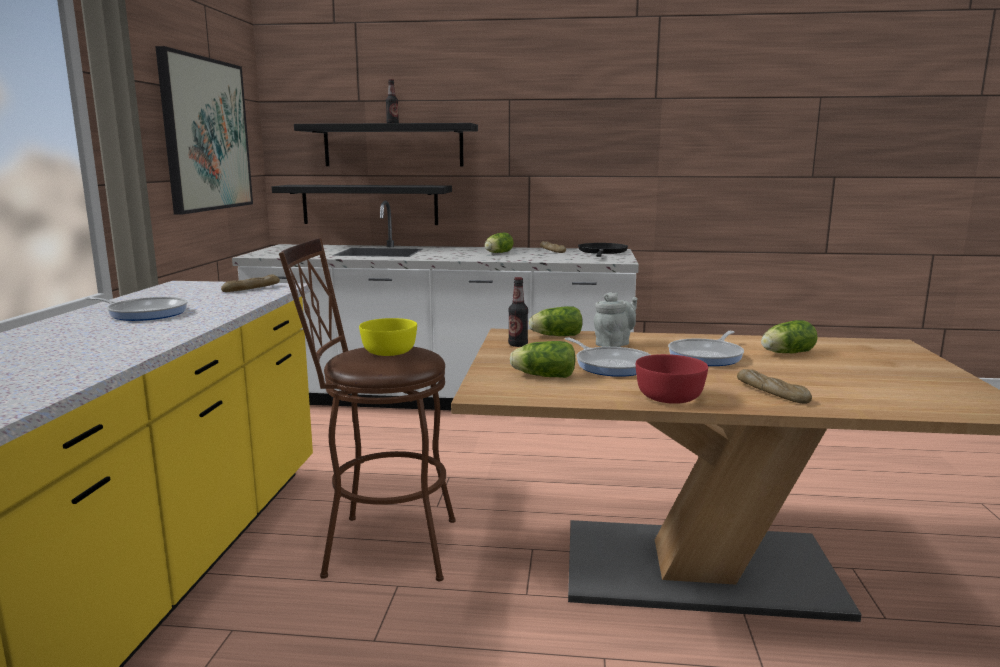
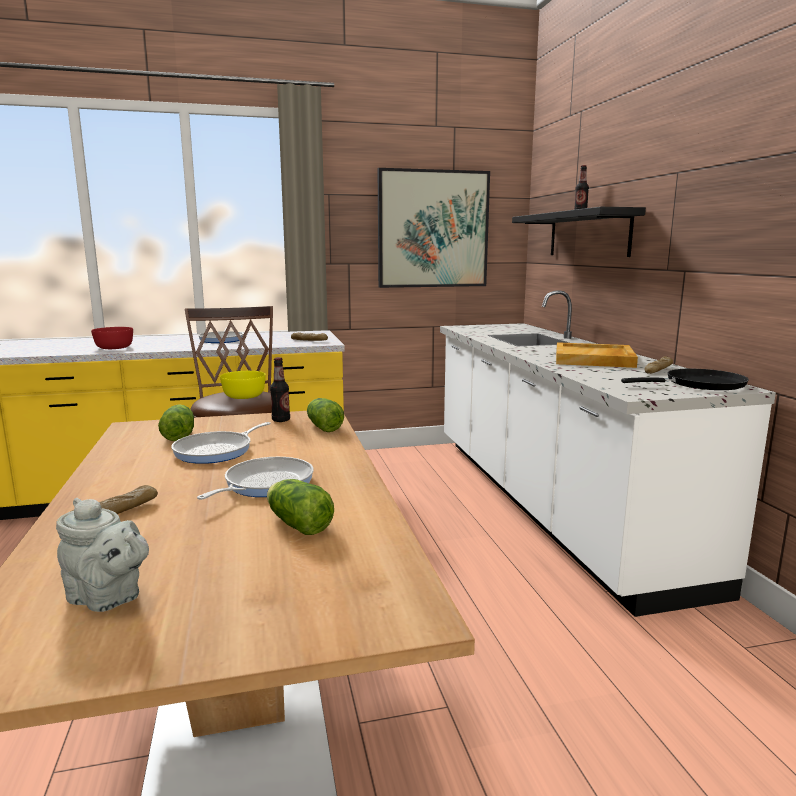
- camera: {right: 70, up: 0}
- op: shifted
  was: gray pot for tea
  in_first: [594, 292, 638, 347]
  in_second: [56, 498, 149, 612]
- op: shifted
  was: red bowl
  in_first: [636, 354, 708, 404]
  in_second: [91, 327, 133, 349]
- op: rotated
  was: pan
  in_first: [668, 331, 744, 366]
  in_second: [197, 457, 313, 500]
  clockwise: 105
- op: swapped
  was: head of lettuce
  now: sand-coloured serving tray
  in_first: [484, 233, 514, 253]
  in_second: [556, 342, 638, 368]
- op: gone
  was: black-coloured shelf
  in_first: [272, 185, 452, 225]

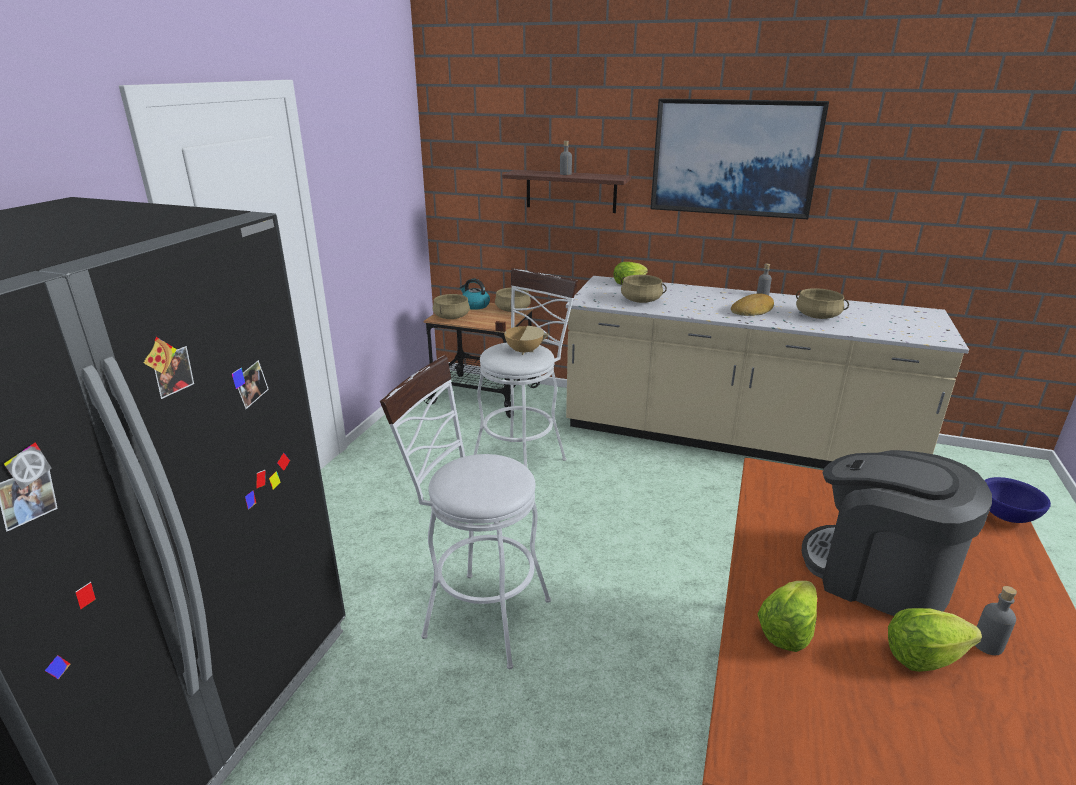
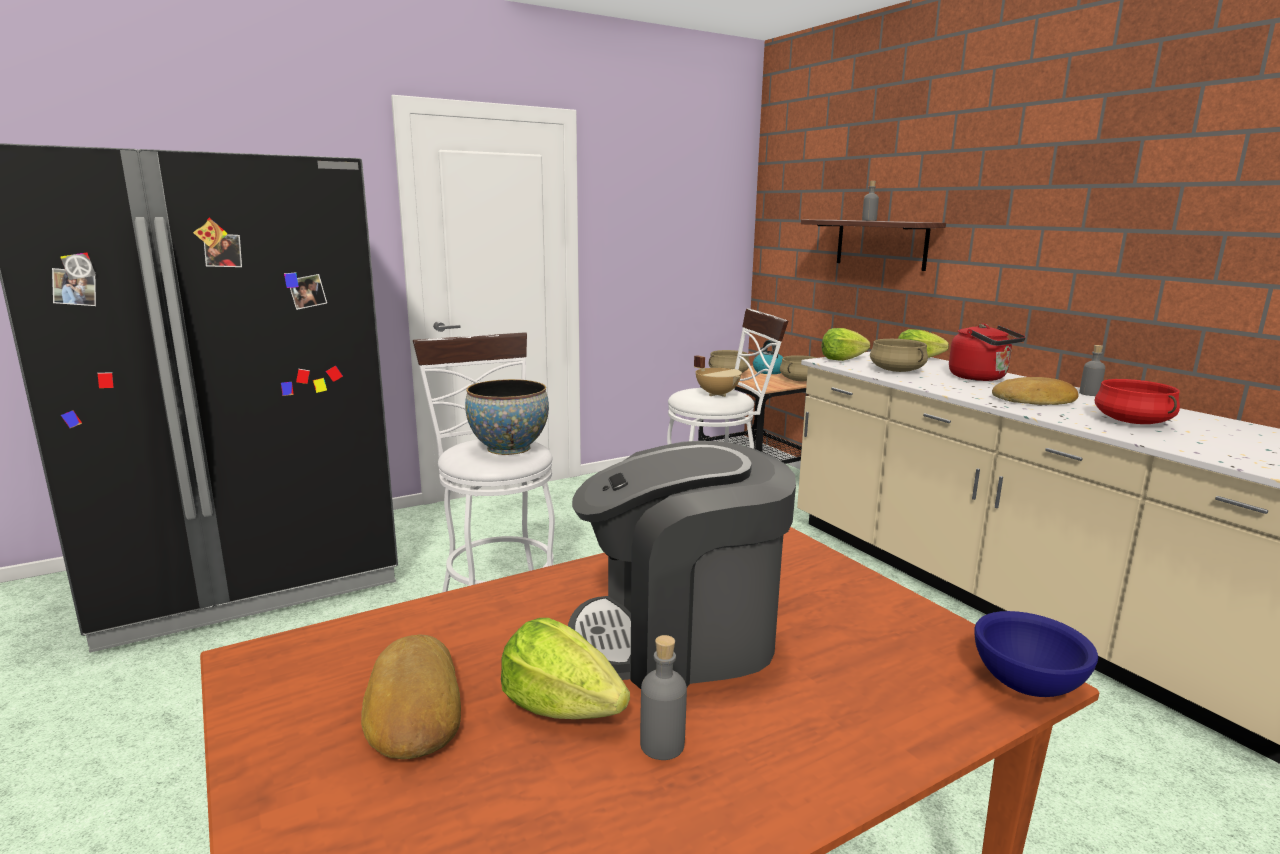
- camera: {right: 40, up: -10}
- op: new
  now: bakery bread
  in_second: [361, 635, 461, 759]
- op: new
  now: bowl
  in_second: [465, 379, 549, 455]
- op: rotated
  was: coffee brewer
  in_first: [802, 450, 992, 616]
  in_second: [568, 441, 796, 689]
  clockwise: -90
- op: shifted
  was: head of lettuce
  in_first: [757, 581, 817, 652]
  in_second: [822, 328, 870, 361]
- op: new
  now: red kettle
  in_second: [949, 324, 1026, 381]
- op: repainted
  was: sand-coloured cooking pot
  now: red cooking pot
  in_first: [796, 288, 849, 319]
  in_second: [1095, 379, 1180, 424]
- op: gone
  was: wall art
  in_first: [650, 98, 829, 219]

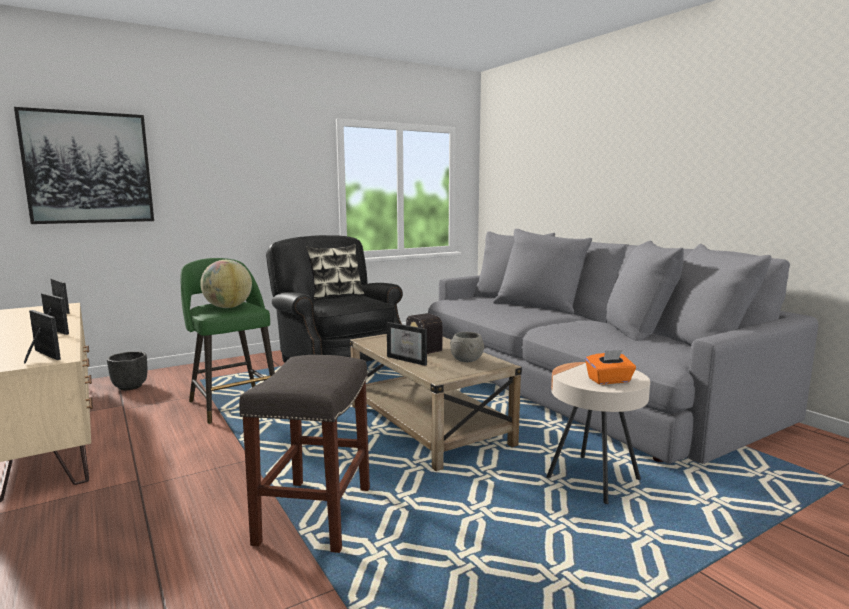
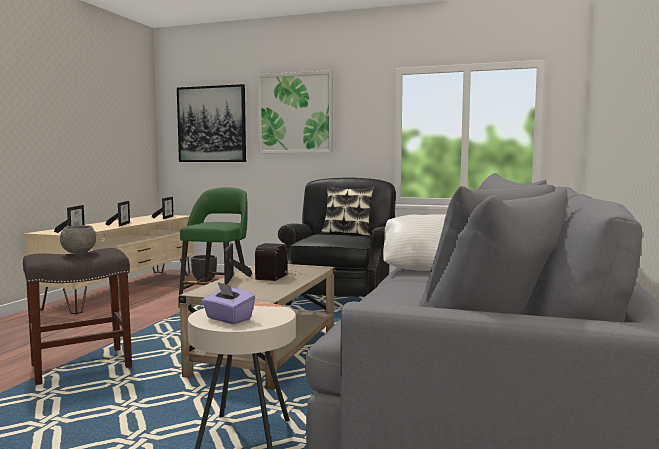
- camera: {right: 50, up: -5}
- op: shifted
  was: gray bowl
  in_first: [450, 332, 484, 362]
  in_second: [60, 225, 97, 254]
- op: repainted
  was: orangey tissue box
  now: purple tissue box
  in_first: [585, 350, 636, 385]
  in_second: [202, 282, 255, 324]
- op: new
  now: wall art
  in_second: [258, 70, 333, 153]
- op: new
  now: white-coloured pillow
  in_second: [383, 214, 446, 271]
- op: gone
  was: world globe
  in_first: [200, 260, 252, 308]

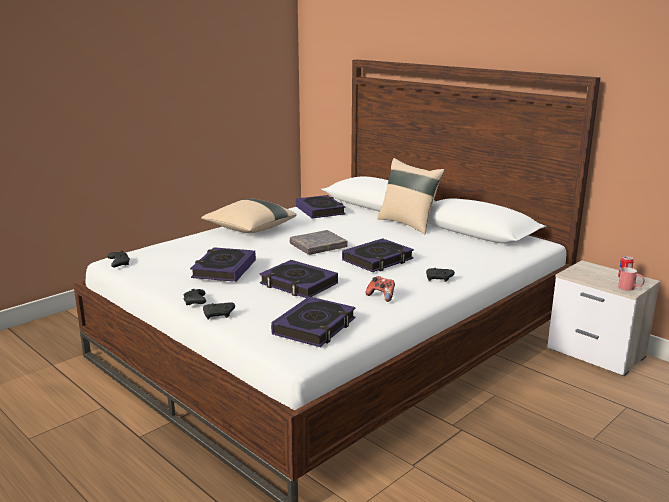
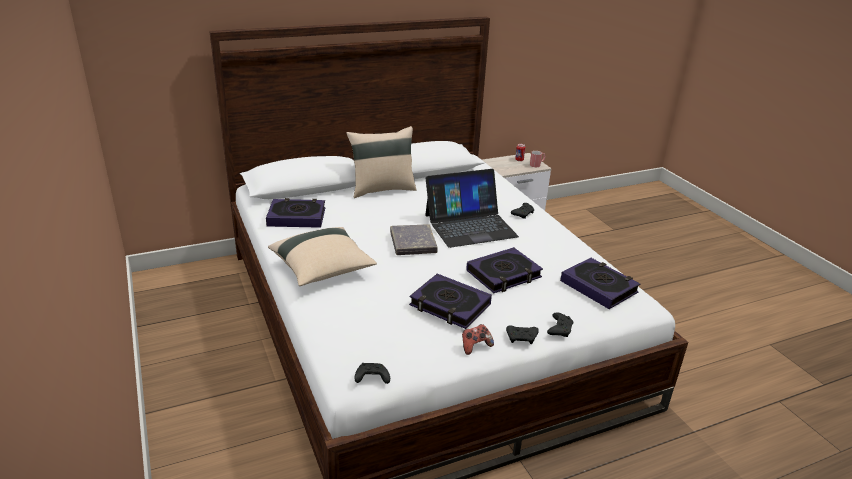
- camera: {right: -70, up: 10}
- op: swapped
  was: volume
  now: notebook computer
  in_first: [342, 238, 414, 272]
  in_second: [425, 169, 519, 248]
- op: shifted
  was: game controller
  in_first: [366, 276, 395, 302]
  in_second: [462, 324, 494, 355]

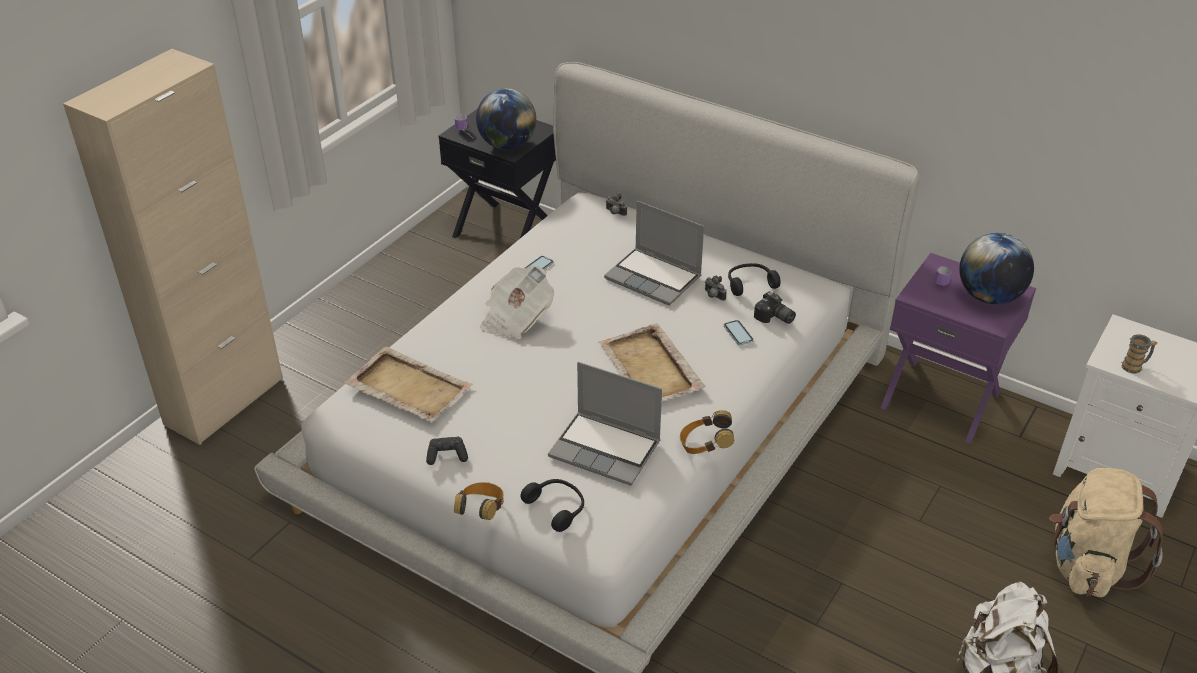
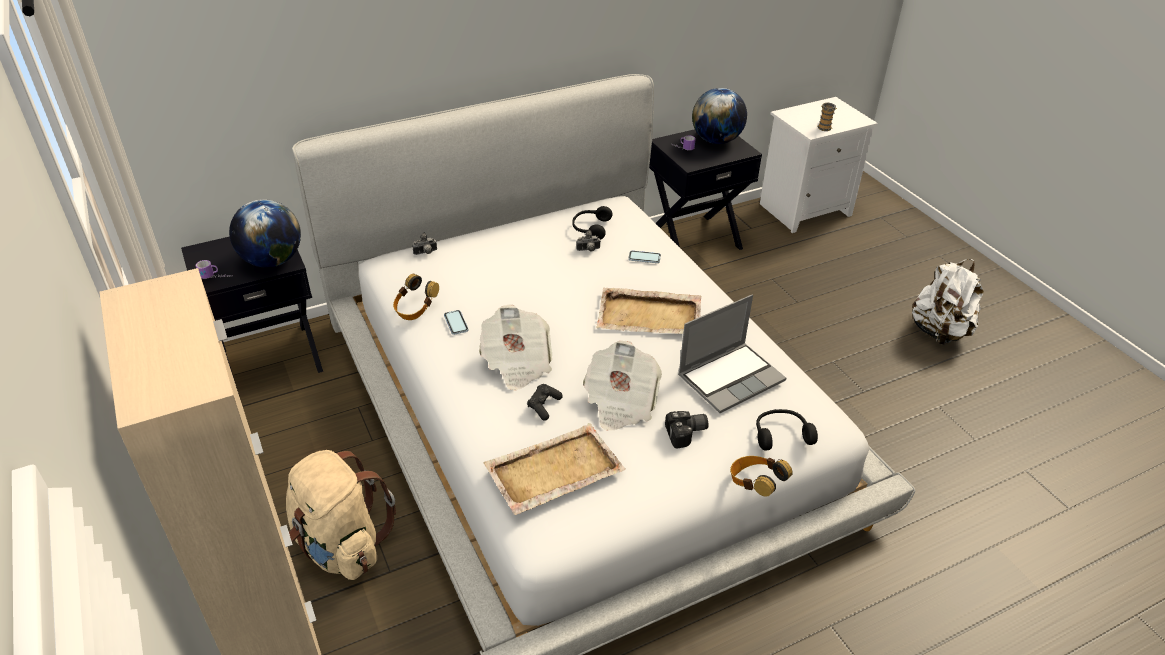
- camera: {right: -60, up: 0}
- op: shifted
  was: sand-coloured backpack
  in_first: [1049, 468, 1163, 597]
  in_second: [286, 450, 396, 580]
- op: shifted
  was: headphones
  in_first: [680, 410, 734, 454]
  in_second: [393, 274, 439, 320]
- op: shifted
  was: black-coloured game controller
  in_first: [426, 436, 468, 465]
  in_second: [527, 384, 563, 421]
- op: new
  now: printed paper
  in_second: [583, 341, 662, 431]
- op: repainted
  was: purple nightstand
  now: black-coloured nightstand
  in_first: [881, 253, 1036, 444]
  in_second: [649, 129, 762, 250]
- op: shifted
  was: photo camera
  in_first: [754, 291, 796, 324]
  in_second: [665, 411, 708, 448]
- op: gone
  was: notebook computer
  in_first: [604, 201, 704, 306]

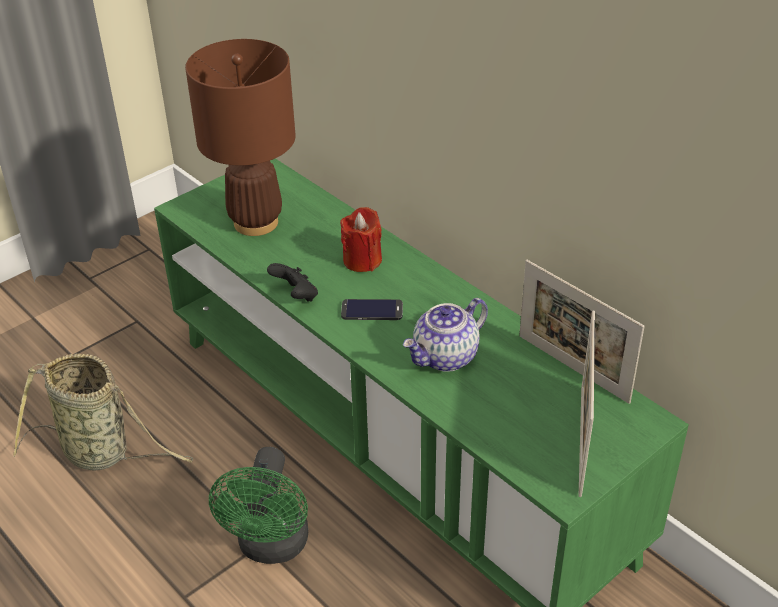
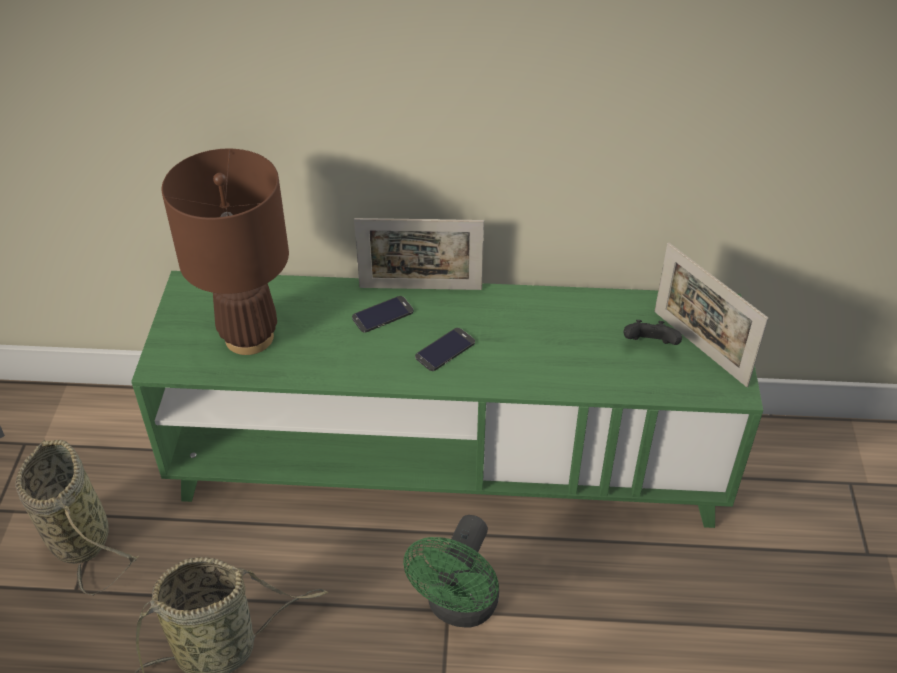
- camera: {right: -45, up: 5}
- op: new
  now: basket
  in_second: [15, 440, 139, 596]
- op: swapped
  was: red candle
  now: handset
  in_first: [340, 207, 382, 272]
  in_second: [352, 296, 413, 333]
- op: shifted
  was: picture frame
  in_first: [519, 260, 645, 404]
  in_second: [354, 218, 484, 290]
- op: rotated
  was: green-coloured fan
  in_first: [209, 447, 308, 564]
  in_second: [403, 515, 499, 627]
  clockwise: 60
- op: shifted
  was: black-coloured game controller
  in_first: [267, 263, 318, 302]
  in_second: [624, 320, 682, 345]
- op: gone
  was: pot for tea
  in_first: [403, 298, 488, 372]

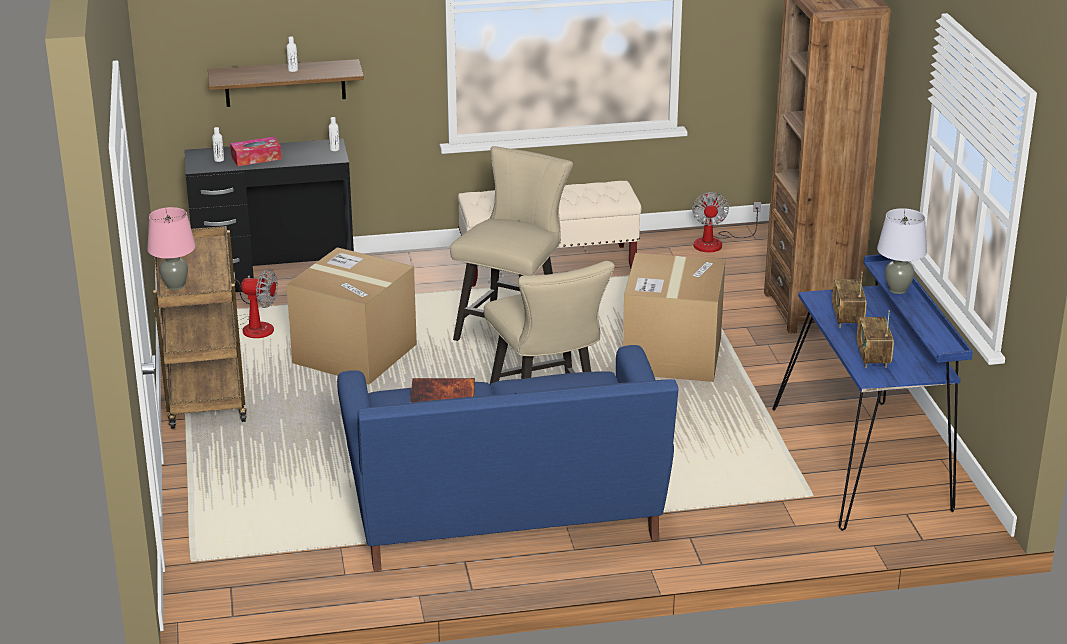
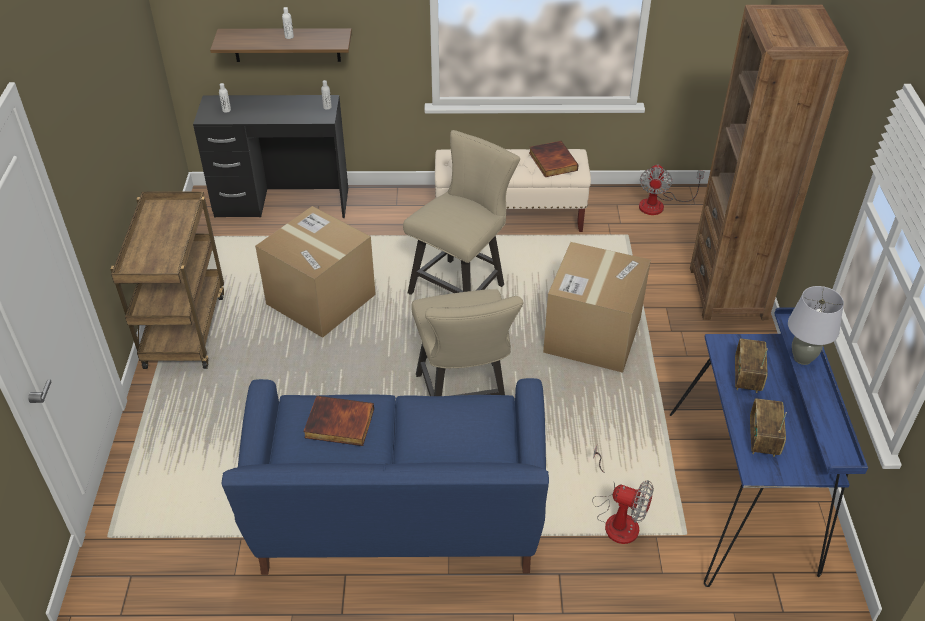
- camera: {right: 10, up: 15}
- op: new
  now: volume
  in_second: [529, 141, 578, 177]
- op: shifted
  was: fan
  in_first: [234, 269, 278, 338]
  in_second: [592, 445, 654, 544]
- op: gone
  was: pinkish lamp for a table
  in_first: [147, 207, 195, 290]
- op: gone
  was: tissue box
  in_first: [230, 137, 281, 166]

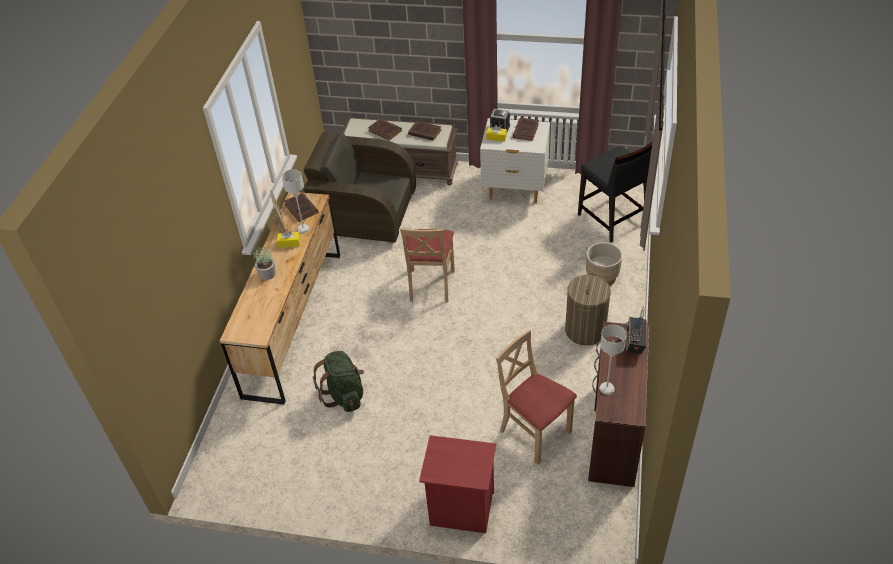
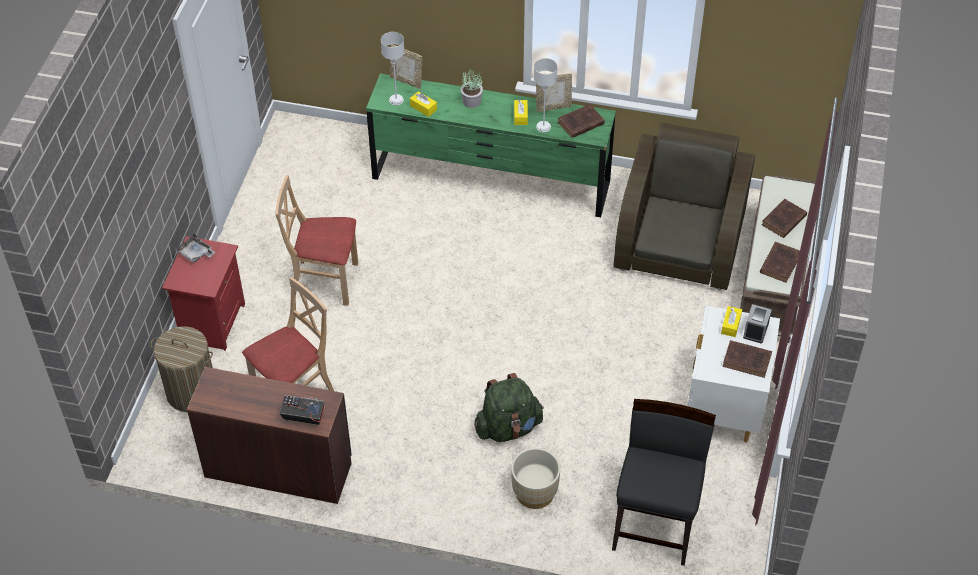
- camera: {right: 90, up: 5}
- op: shifted
  was: washing basket
  in_first: [565, 273, 611, 346]
  in_second: [151, 326, 213, 412]
- op: new
  now: gray serving tray
  in_second: [175, 234, 216, 263]
- op: shifted
  was: sand-coloured chair
  in_first: [400, 228, 455, 302]
  in_second: [275, 175, 358, 306]
- op: repainted
  was: brownish drawer chest
  now: green-coloured drawer chest
  in_first: [220, 192, 340, 405]
  in_second: [366, 73, 616, 217]
- op: shifted
  was: gray lamp for a table
  in_first: [599, 325, 627, 395]
  in_second: [381, 32, 405, 105]
- op: new
  now: picture frame
  in_second: [390, 44, 422, 89]
- op: new
  now: yellow-coloured tissue box
  in_second: [410, 91, 437, 117]
- op: shifted
  was: green-coloured backpack
  in_first: [313, 351, 364, 412]
  in_second: [474, 373, 544, 442]
- op: rotated
  was: black-coloured chair
  in_first: [578, 141, 653, 243]
  in_second: [612, 399, 716, 566]
  clockwise: 135

